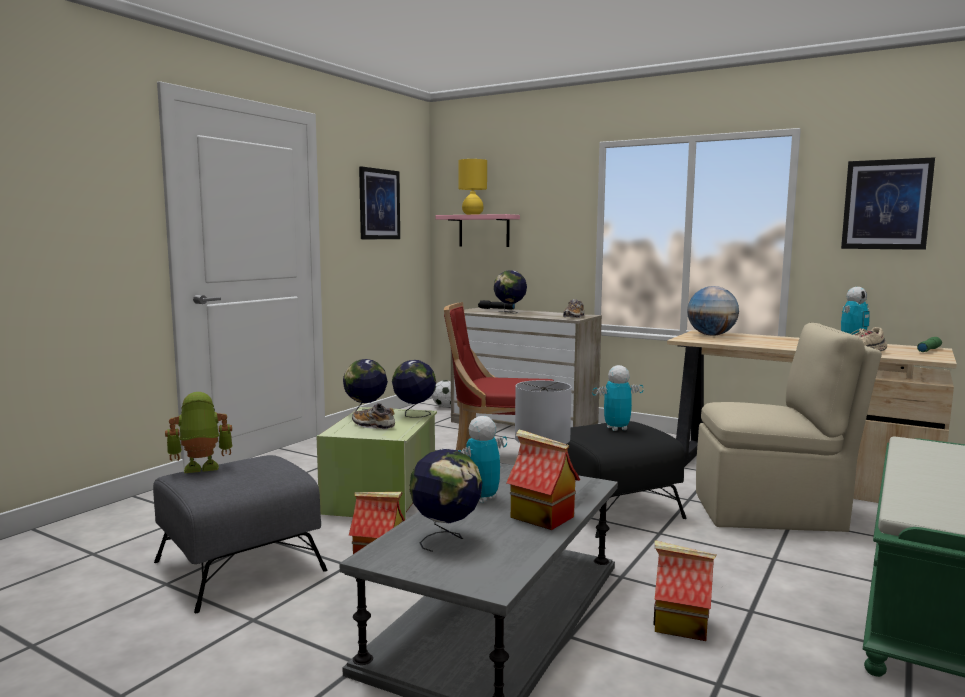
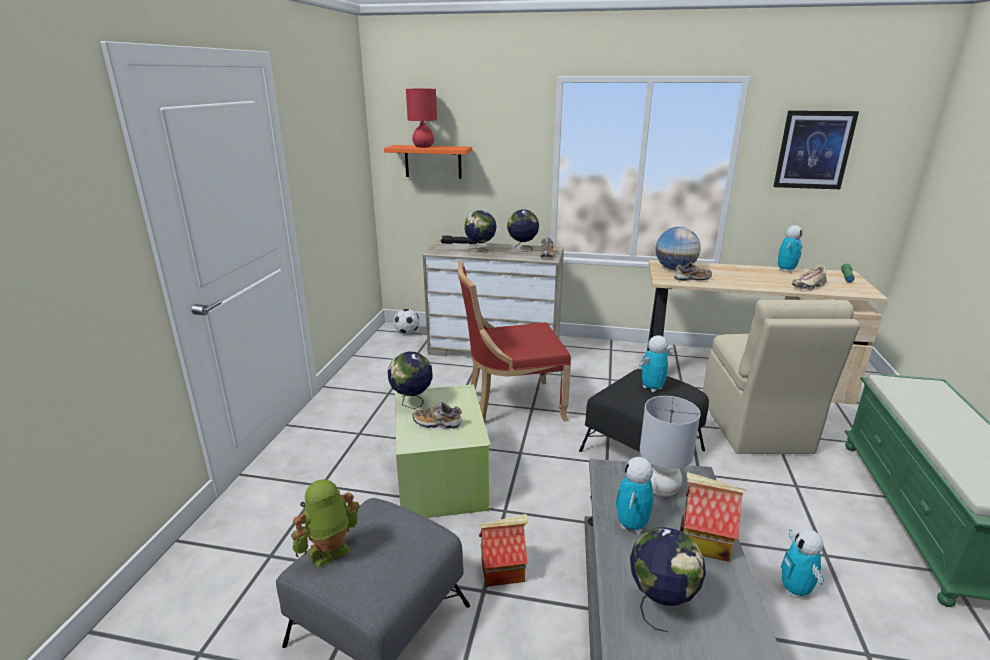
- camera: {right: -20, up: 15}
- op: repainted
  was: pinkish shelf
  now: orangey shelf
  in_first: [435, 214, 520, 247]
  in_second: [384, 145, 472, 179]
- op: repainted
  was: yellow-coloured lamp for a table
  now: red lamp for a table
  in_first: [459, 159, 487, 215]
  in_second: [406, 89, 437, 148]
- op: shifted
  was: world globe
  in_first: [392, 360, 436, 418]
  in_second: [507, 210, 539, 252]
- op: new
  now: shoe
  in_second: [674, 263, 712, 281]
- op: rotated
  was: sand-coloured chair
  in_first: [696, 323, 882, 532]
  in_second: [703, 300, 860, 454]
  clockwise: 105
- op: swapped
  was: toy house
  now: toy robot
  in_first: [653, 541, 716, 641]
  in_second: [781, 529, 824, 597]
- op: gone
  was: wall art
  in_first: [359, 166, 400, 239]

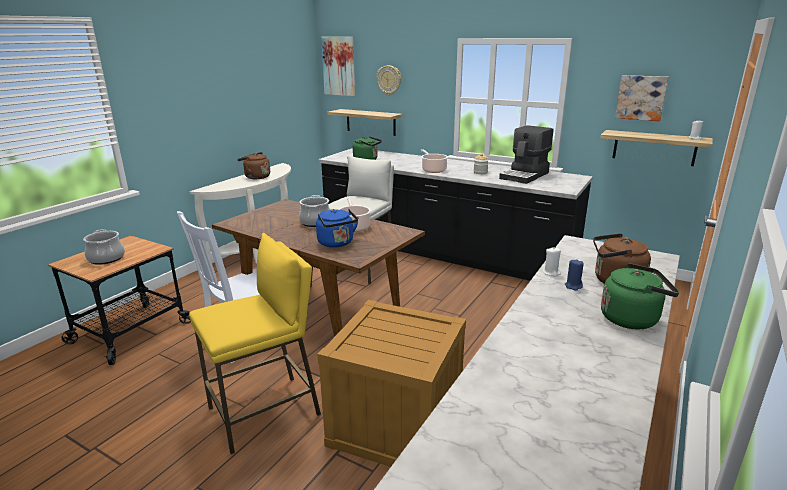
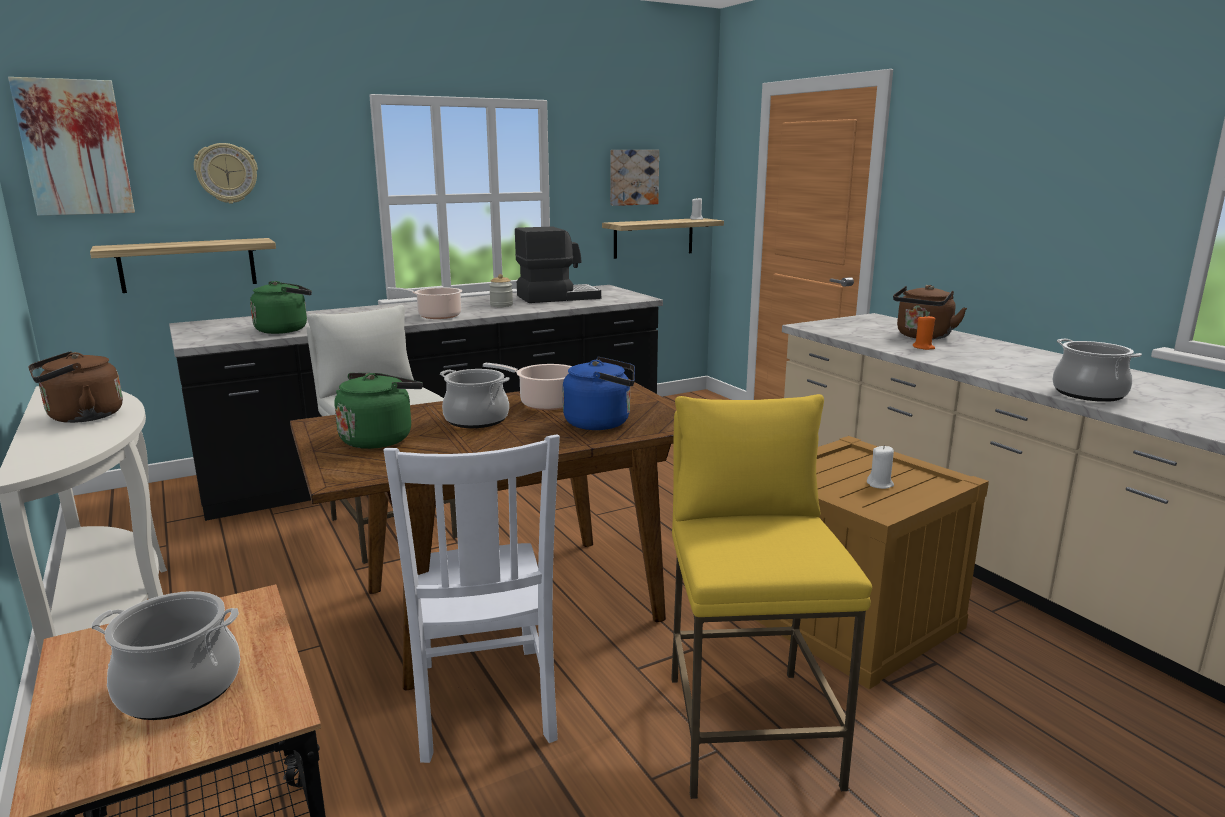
- camera: {right: -60, up: -5}
- op: shifted
  was: green-coloured kettle
  in_first: [601, 263, 679, 329]
  in_second: [334, 373, 423, 449]
- op: rotated
  was: coffee brewer
  in_first: [499, 125, 554, 184]
  in_second: [515, 227, 601, 303]
  clockwise: -90
- op: shifted
  was: white-coloured candle
  in_first: [542, 247, 561, 276]
  in_second: [867, 445, 894, 489]
- op: repainted
  was: blue candle
  now: orangey candle
  in_first: [565, 259, 584, 291]
  in_second: [913, 314, 935, 350]
- op: new
  now: cooking pot
  in_second: [1052, 339, 1142, 402]

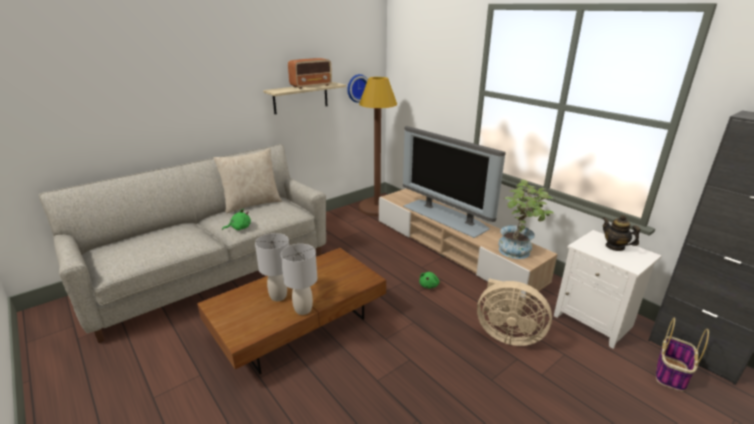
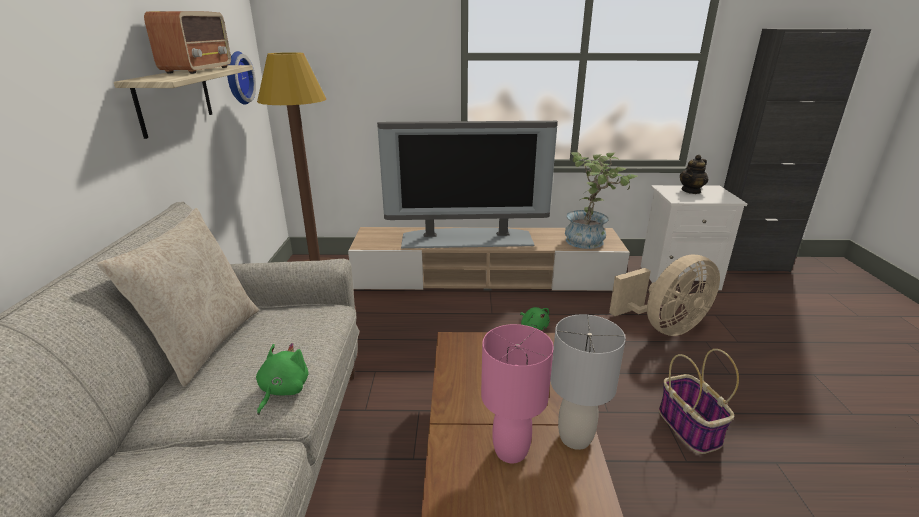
- camera: {right: -50, up: 0}
- op: repainted
  was: gray lamp for a table
  now: pinkish lamp for a table
  in_first: [255, 233, 289, 301]
  in_second: [481, 324, 554, 463]
- op: shifted
  was: basket
  in_first: [656, 318, 709, 391]
  in_second: [659, 349, 739, 454]
- op: rotated
  was: pot for tea
  in_first: [602, 215, 641, 251]
  in_second: [680, 155, 708, 194]
  clockwise: -45

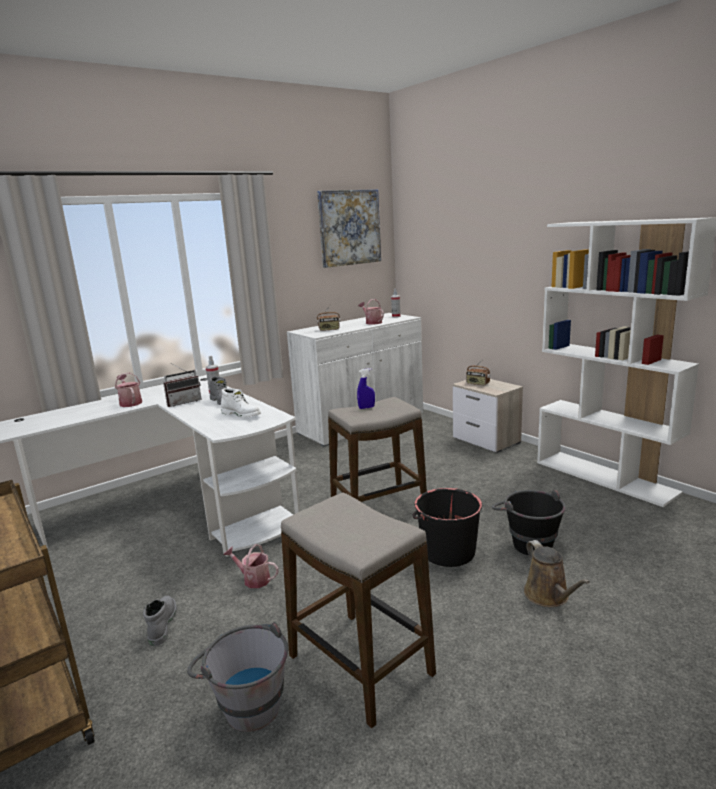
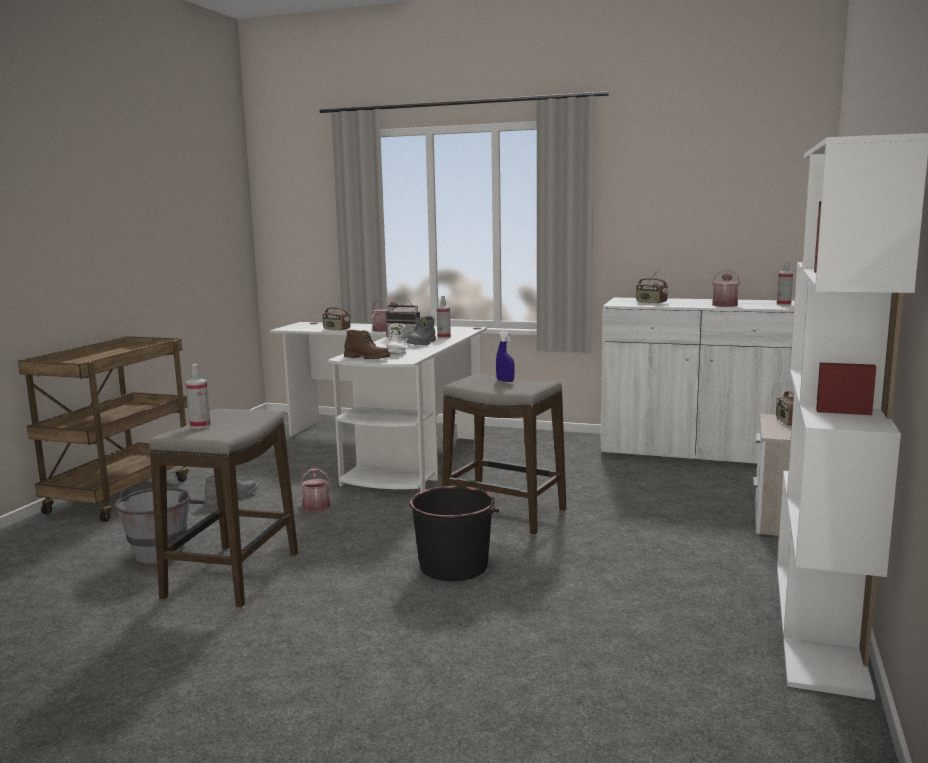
- camera: {right: 55, up: -5}
- op: new
  now: spray bottle
  in_second: [186, 364, 211, 429]
- op: new
  now: radio receiver
  in_second: [322, 299, 350, 331]
- op: new
  now: brownish high-top boot
  in_second: [344, 330, 390, 359]
- op: gone
  was: wall art
  in_first: [317, 189, 381, 268]
- op: gone
  was: black-coloured pail
  in_first: [492, 490, 566, 555]
- op: gone
  was: brownish watering can
  in_first: [524, 540, 590, 607]

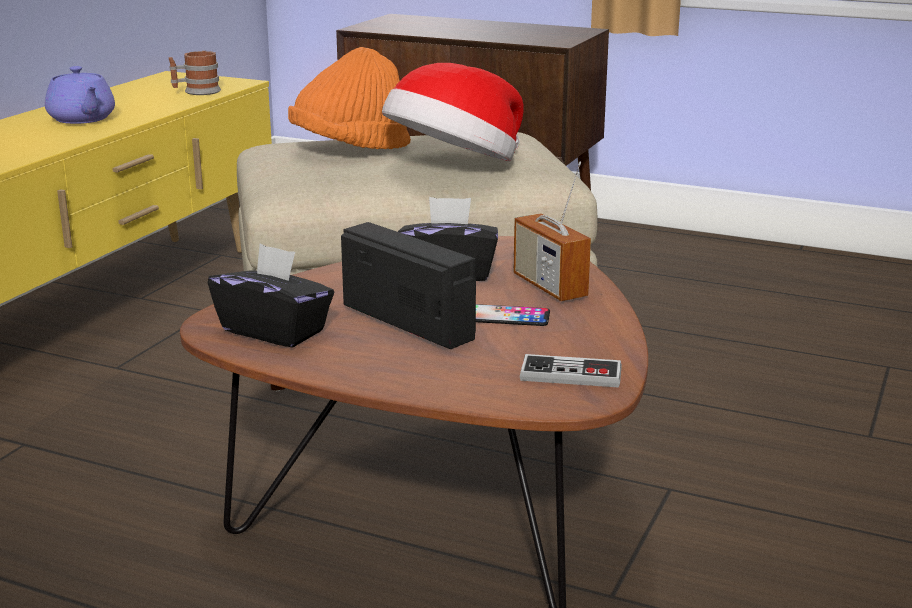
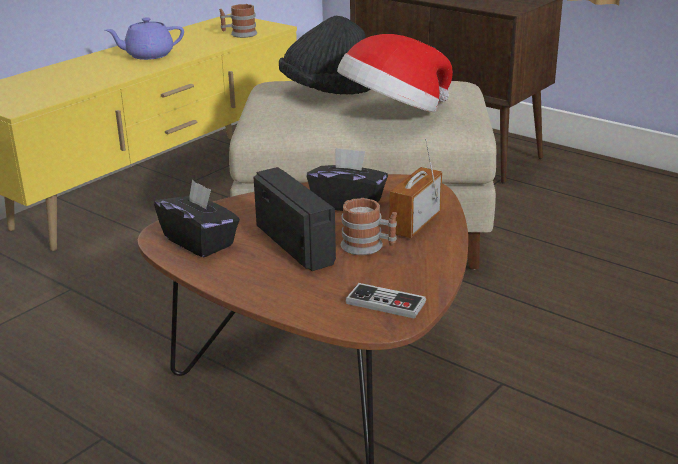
- camera: {right: 15, up: 5}
- op: rotated
  was: purple pot for tea
  in_first: [45, 66, 115, 124]
  in_second: [105, 17, 184, 60]
  clockwise: 90
- op: repainted
  was: orangey wearable hat
  now: black-coloured wearable hat
  in_first: [288, 47, 411, 149]
  in_second: [279, 16, 370, 95]
- op: swapped
  was: handset
  now: tea mug
  in_first: [476, 304, 550, 326]
  in_second: [341, 198, 397, 255]
- op: rotated
  was: radio receiver
  in_first: [513, 161, 591, 301]
  in_second: [389, 138, 442, 238]
  clockwise: 45

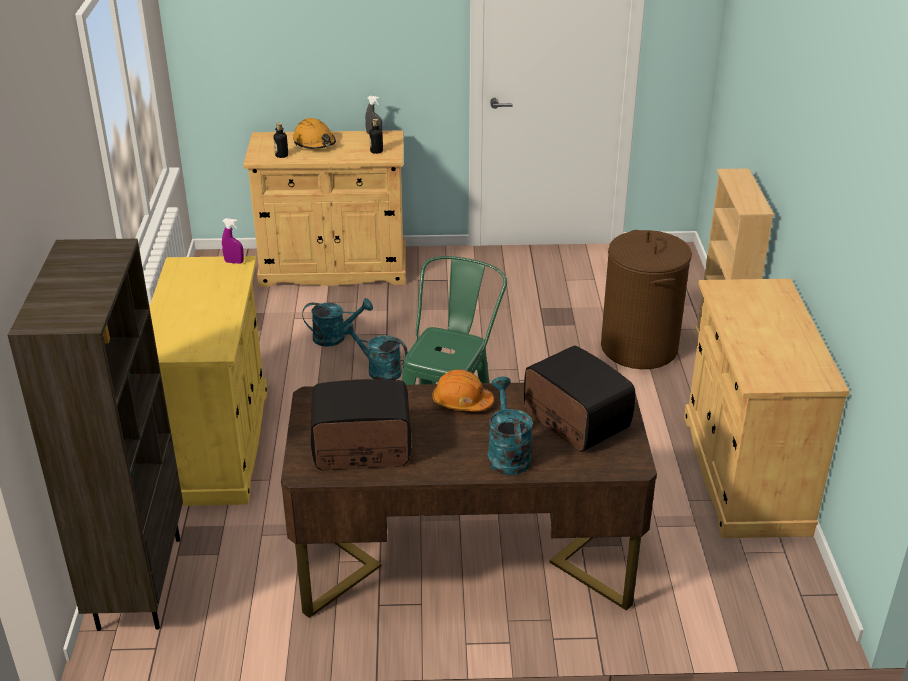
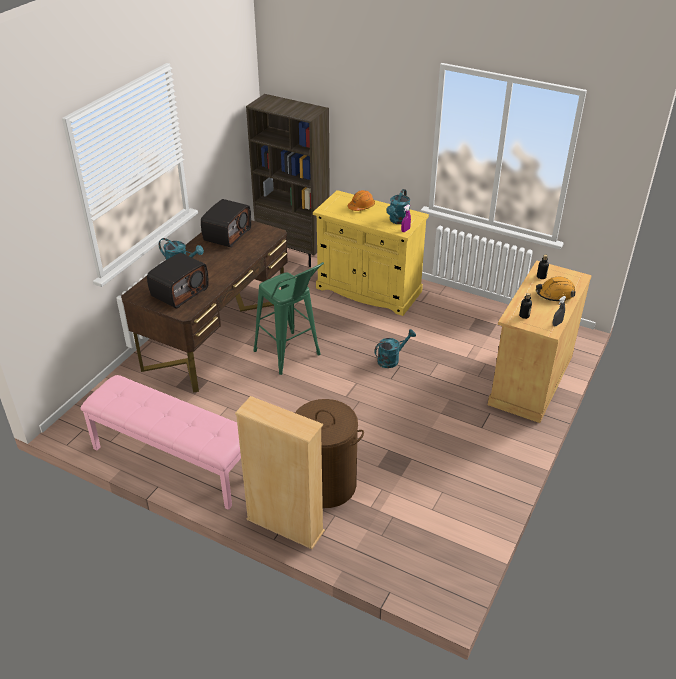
- camera: {right: 120, up: 5}
- op: swapped
  was: sand-coloured cabinet
  now: pinkish bench
  in_first: [684, 279, 850, 538]
  in_second: [80, 375, 241, 510]
- op: rotated
  was: radio receiver
  in_first: [524, 346, 635, 452]
  in_second: [147, 253, 209, 308]
  clockwise: -45
- op: shifted
  was: orangey safety helmet
  in_first: [432, 370, 494, 411]
  in_second: [348, 190, 375, 211]
- op: shifted
  was: turquoise-coloured watering can
  in_first: [302, 298, 373, 347]
  in_second: [386, 189, 410, 224]

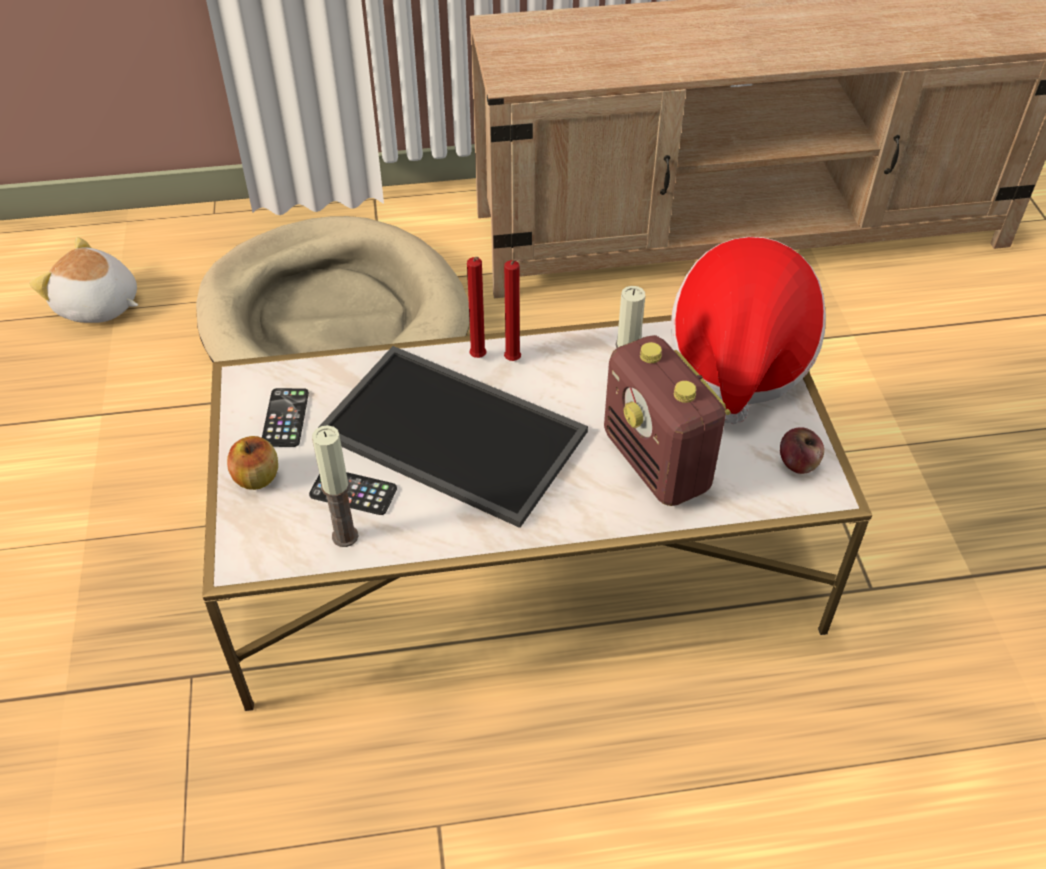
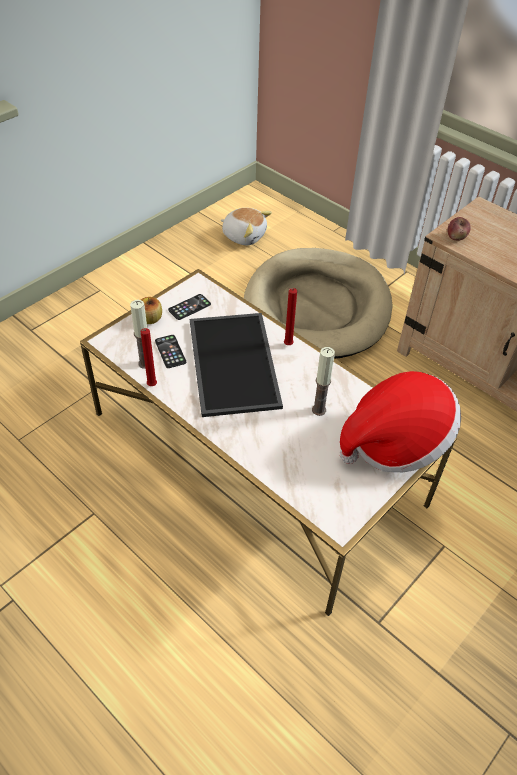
- camera: {right: 50, up: 0}
- op: shifted
  was: red candle
  in_first: [504, 258, 523, 361]
  in_second: [141, 328, 157, 386]
- op: rotated
  was: cuddly toy
  in_first: [29, 237, 138, 323]
  in_second: [221, 208, 272, 245]
  clockwise: 135
- op: shifted
  was: apple
  in_first: [780, 427, 824, 474]
  in_second: [448, 217, 471, 241]
- op: gone
  was: radio receiver
  in_first: [604, 335, 731, 506]

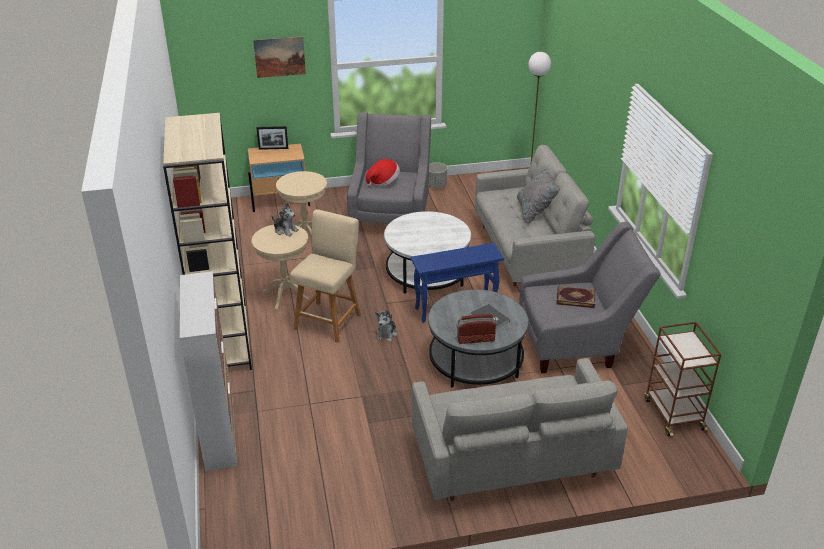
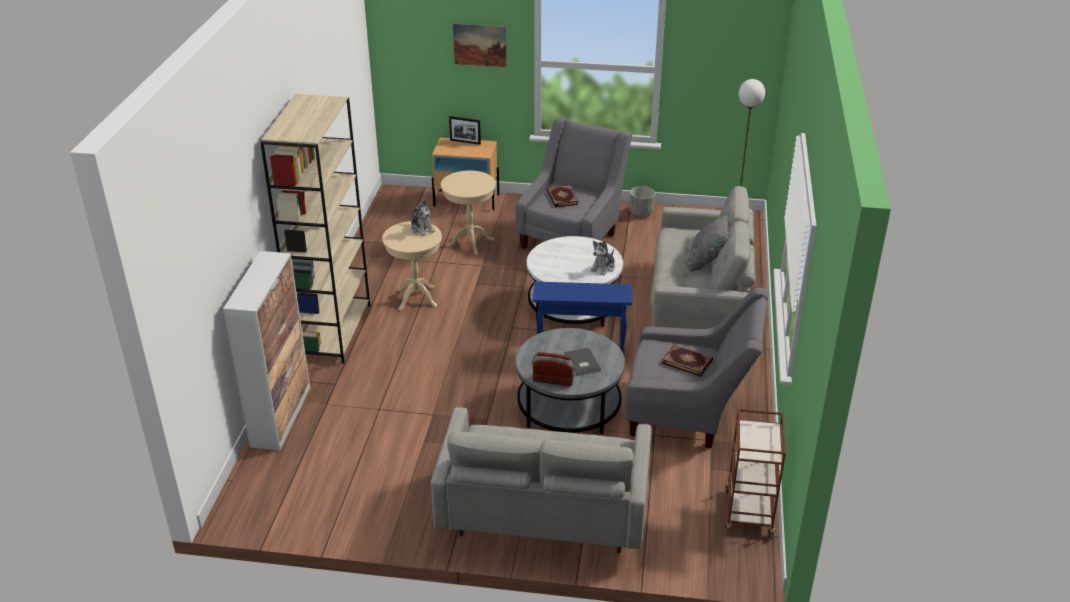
- camera: {right: 20, up: 0}
- op: swapped
  was: wearable hat
  now: volume
  in_first: [366, 159, 400, 187]
  in_second: [547, 185, 579, 207]
- op: shifted
  was: cuddly toy
  in_first: [375, 310, 397, 342]
  in_second: [591, 241, 615, 276]
- op: gone
  was: sand-coloured sitting stool
  in_first: [290, 209, 361, 343]

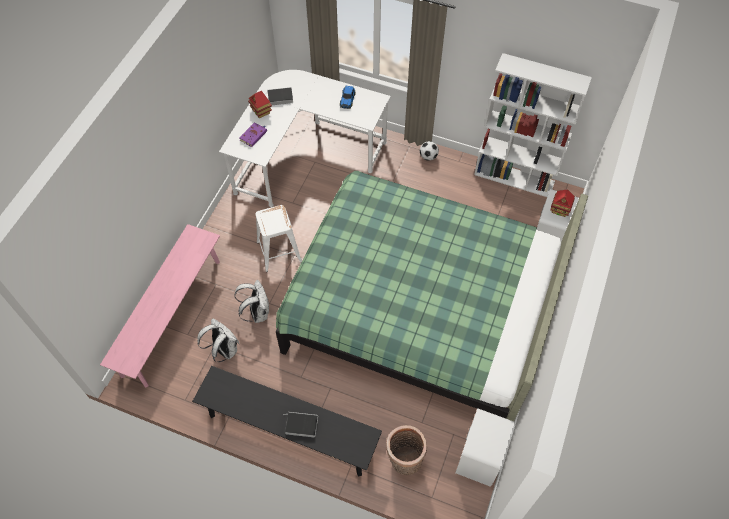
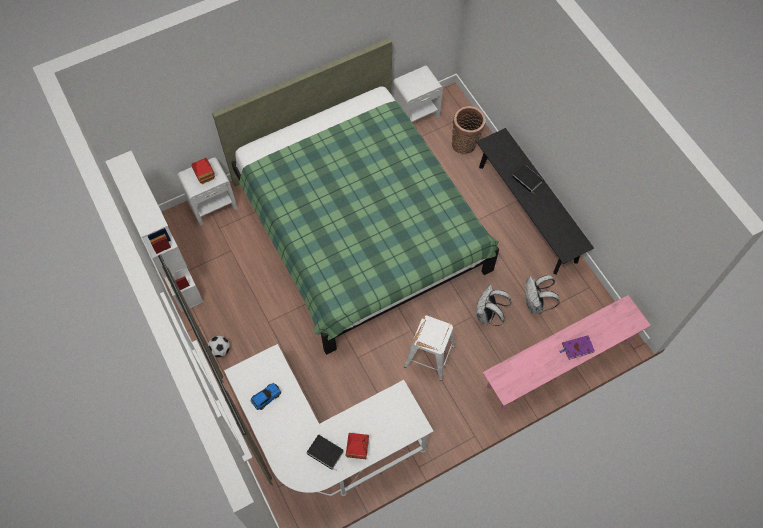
- camera: {right: -140, up: 5}
- op: shifted
  was: purple volume
  in_first: [239, 122, 267, 147]
  in_second: [560, 335, 595, 360]

